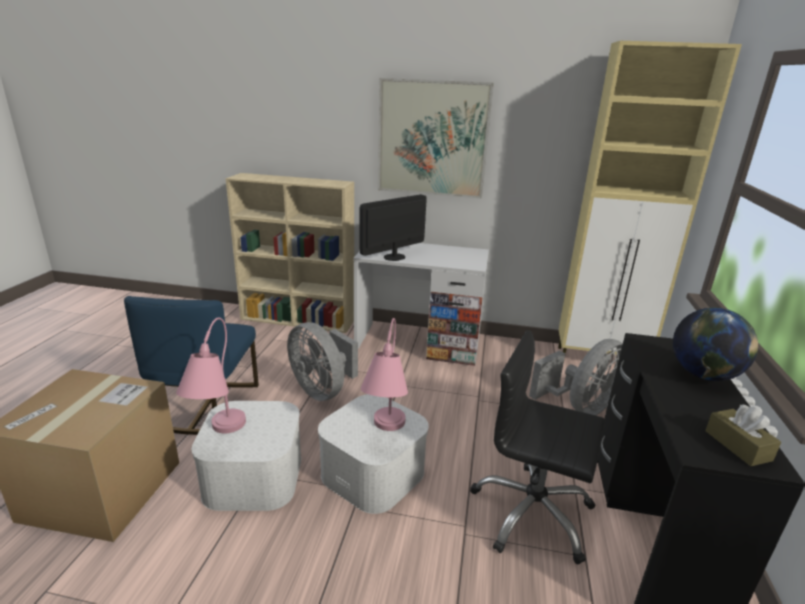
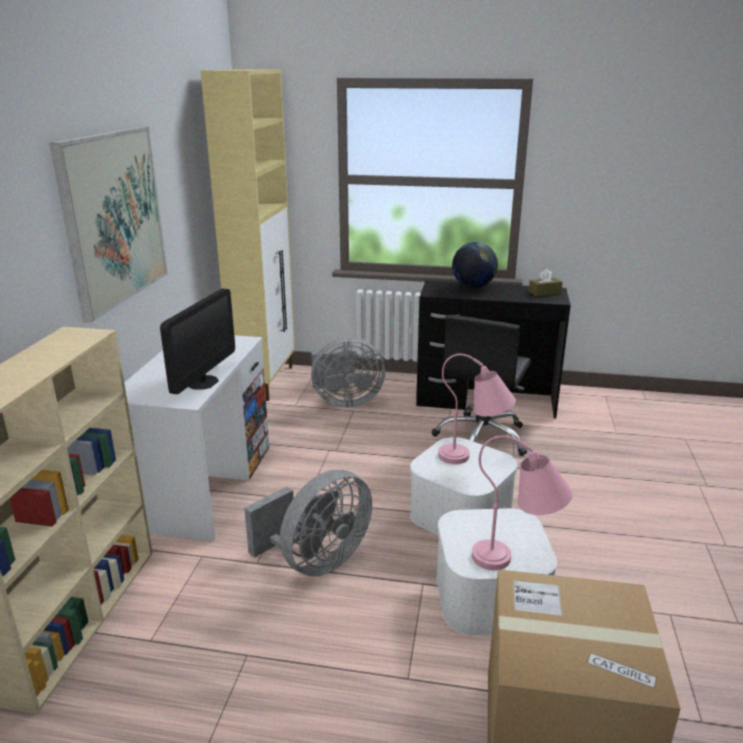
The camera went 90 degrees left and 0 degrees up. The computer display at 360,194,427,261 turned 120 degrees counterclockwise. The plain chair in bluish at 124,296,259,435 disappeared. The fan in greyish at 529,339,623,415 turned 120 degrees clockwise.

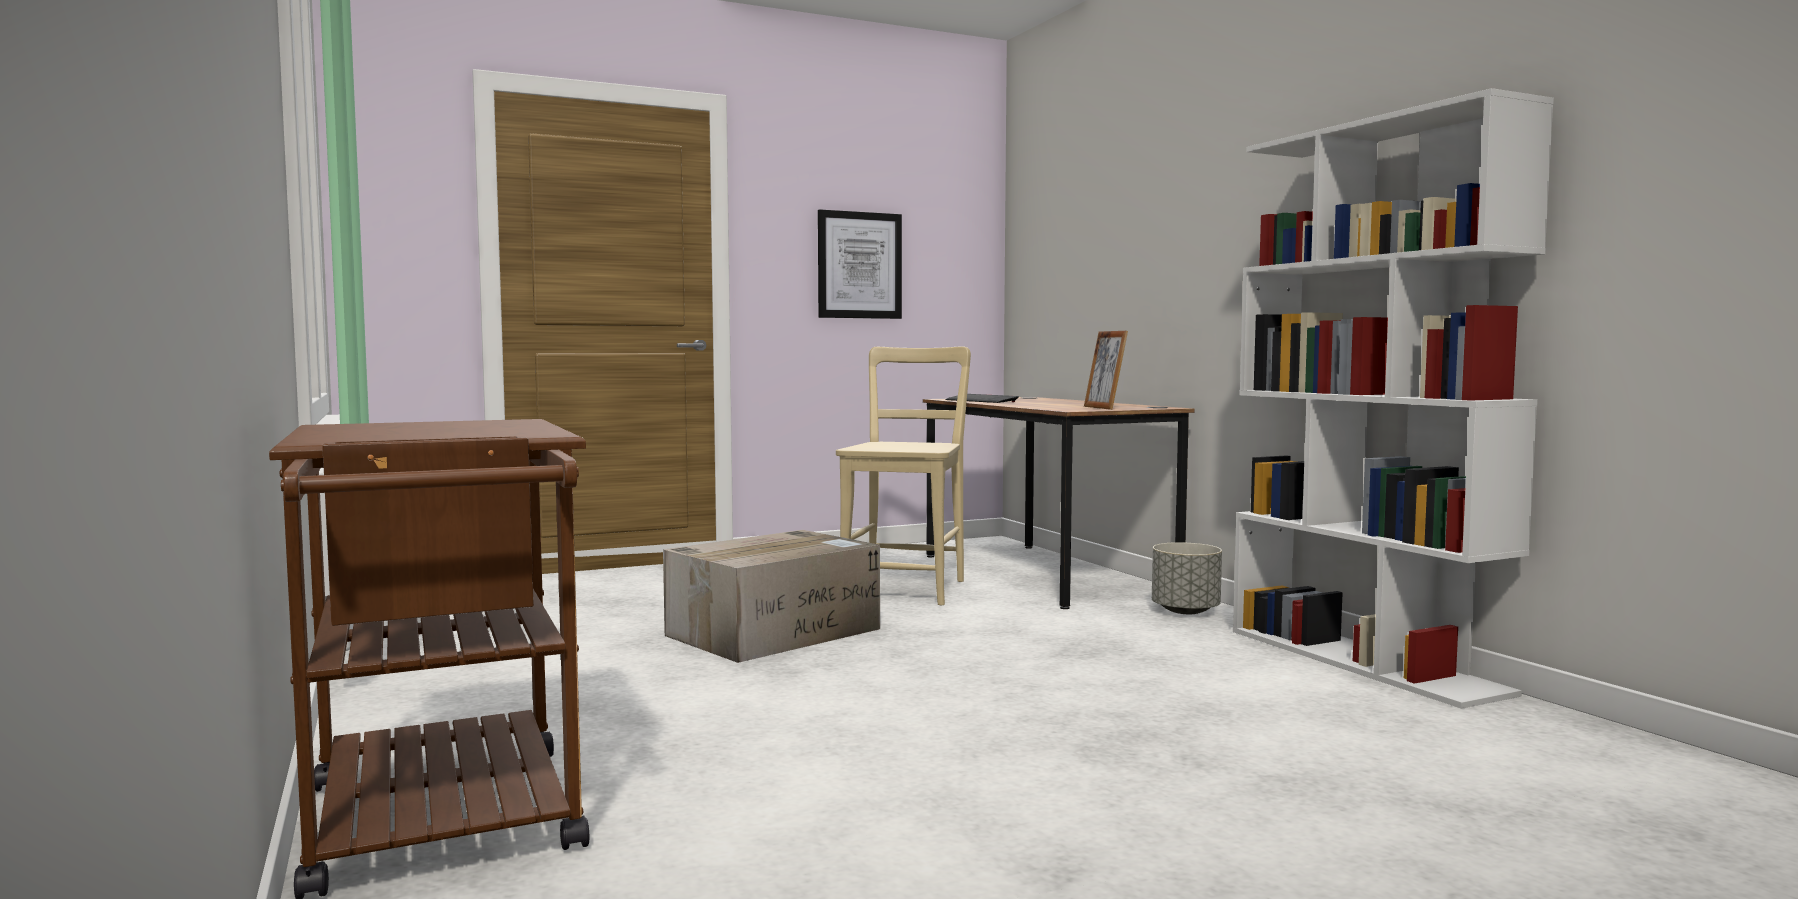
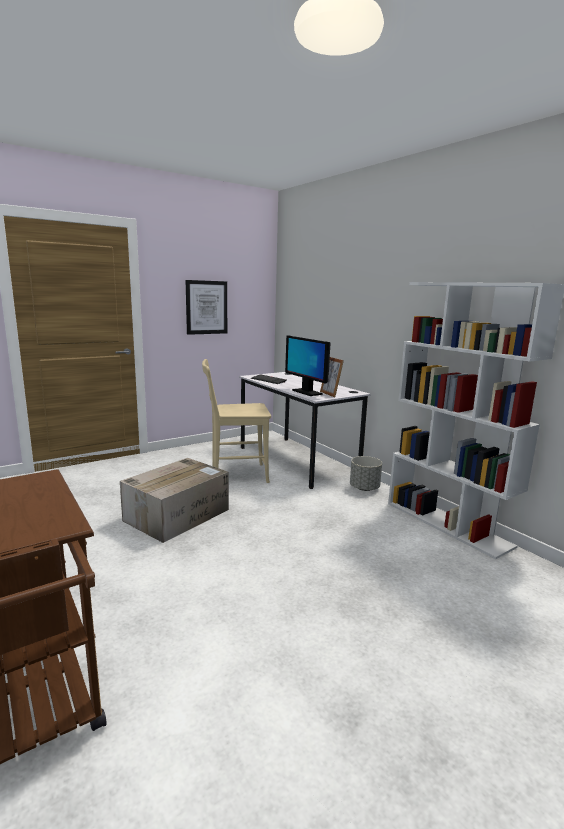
The camera went 10 degrees left and 10 degrees up. The plain chair in beige-coloured at 836,346,971,605 turned 105 degrees counterclockwise. The desk unit in brownish at 923,397,1194,609 became the desk unit in whitish at 239,372,371,489. The computer display at 285,336,331,396 appeared.

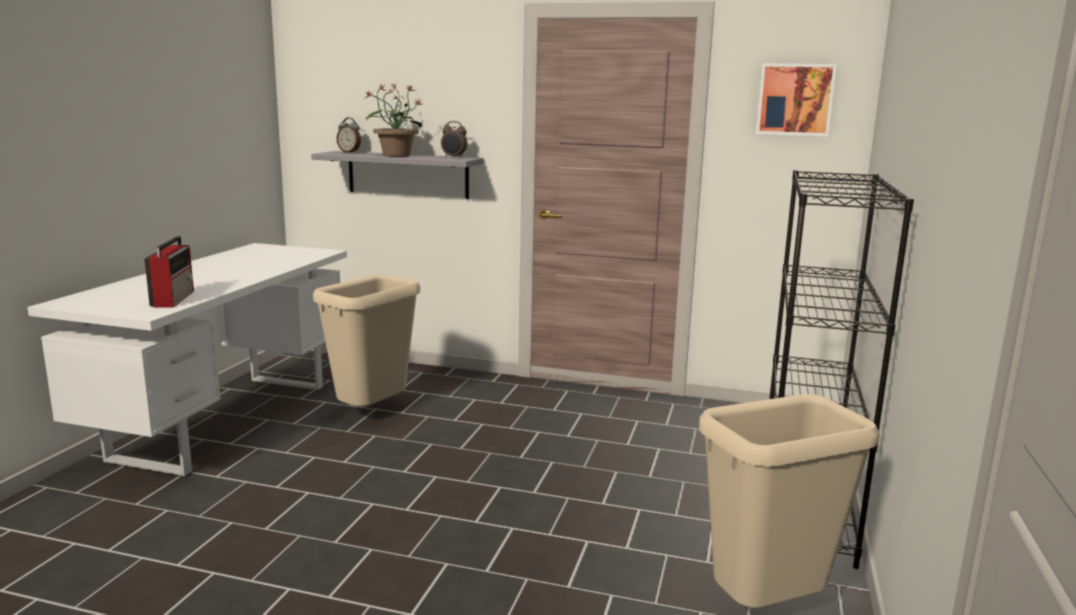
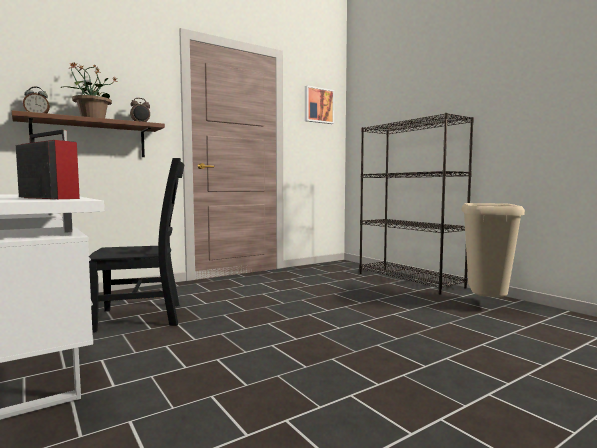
The camera went 50 degrees left and 10 degrees down. The bracket shelf in greyish at 311,151,483,199 became the bracket shelf in brownish at 12,110,165,157. The waste bin in beige-coloured at 313,274,420,407 was replaced by the plain chair in blackish at 89,158,184,333.

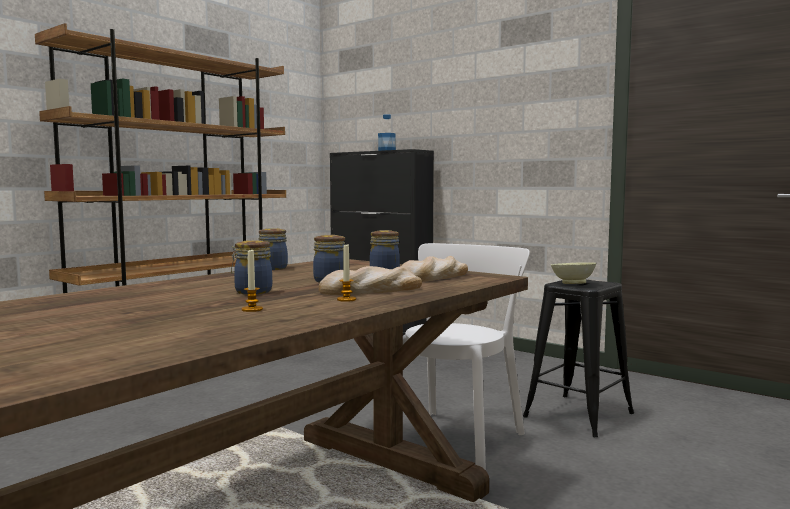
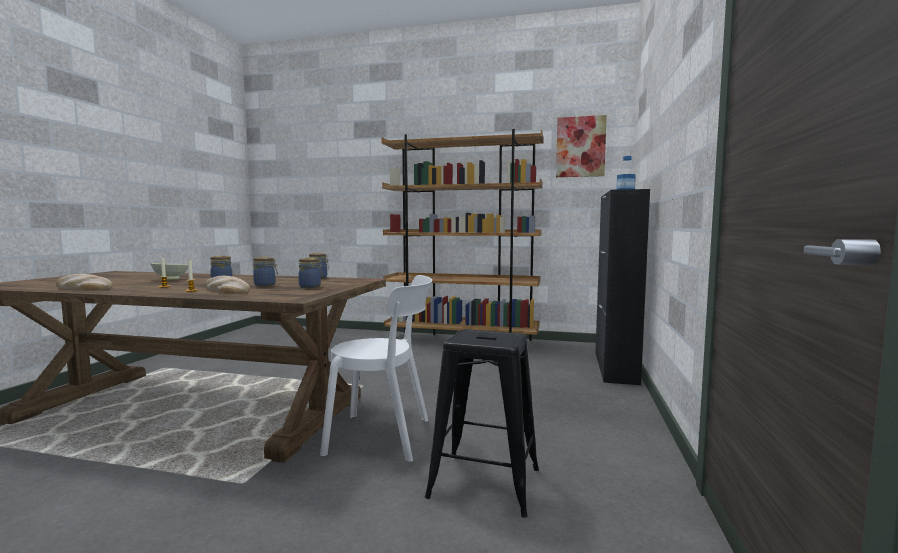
The camera went 65 degrees right and 0 degrees up. The baked bread moved from 401,256,468,282 to 56,274,113,290. The bowl in beige-coloured moved from 551,262,596,284 to 150,263,188,279. The wall art at 556,115,607,177 appeared.

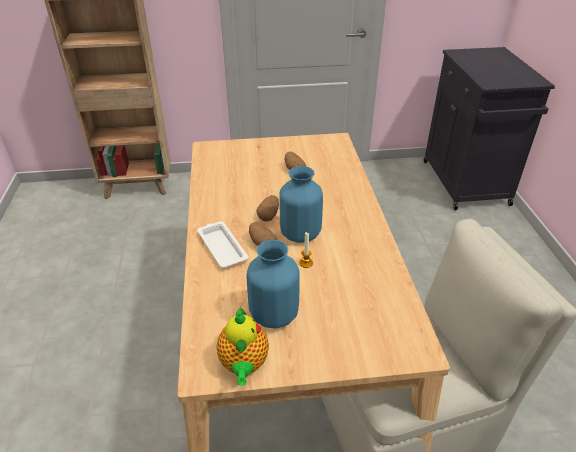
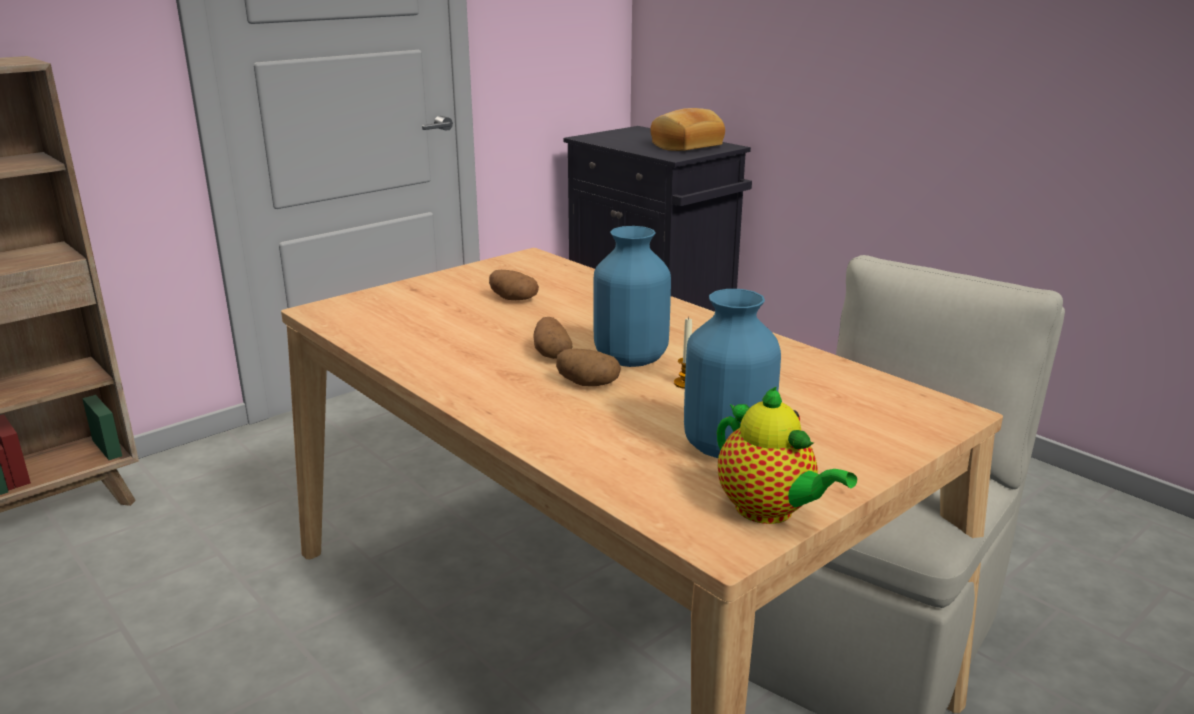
The camera went 35 degrees left and 15 degrees down. The tray in whitish at 197,221,249,268 disappeared. The baked bread at 650,108,725,151 appeared.

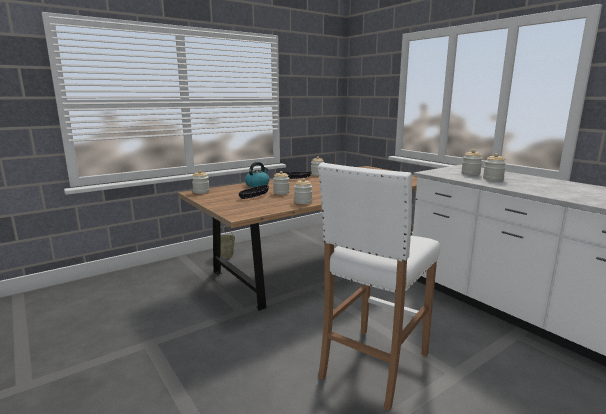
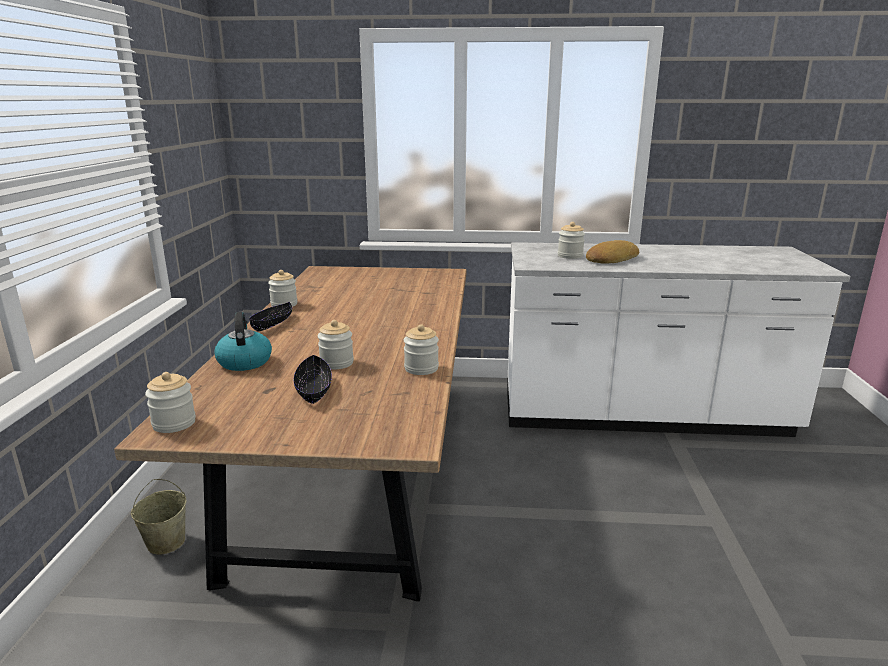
The camera went 50 degrees left and 5 degrees up. The preserve jar at 483,153,506,181 was replaced by the baked bread at 586,240,639,264. The stool in whitish at 318,163,440,411 disappeared.

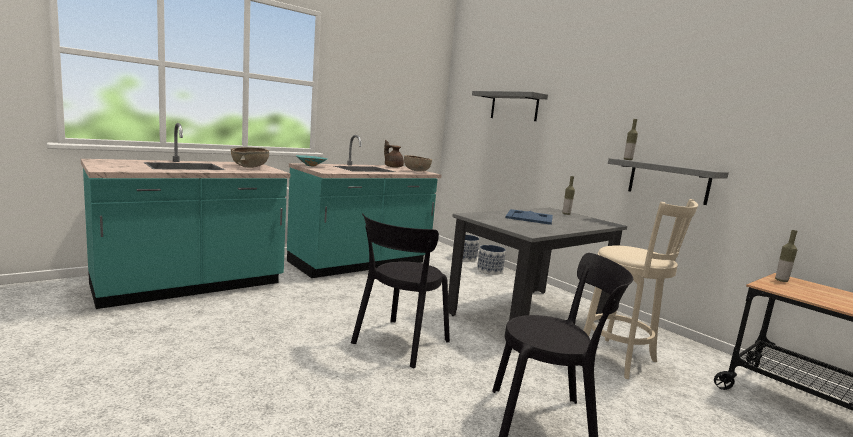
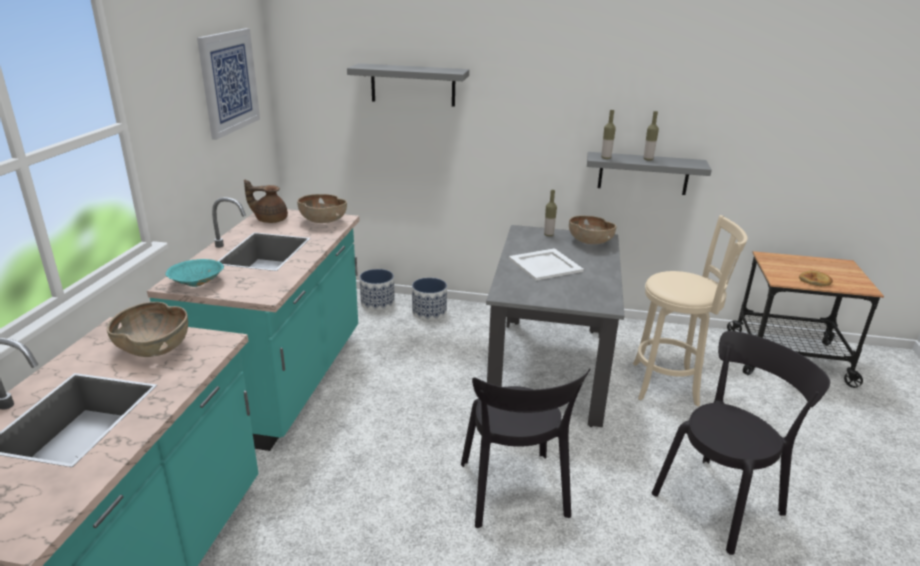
The camera went 40 degrees left and 15 degrees up. The tray in bluish at 505,209,553,225 became the tray in whitish at 509,248,584,281. The bottle moved from 775,230,797,282 to 644,111,659,161. The wall art at 197,28,260,140 appeared. The bowl in brownish at 569,215,617,244 appeared. The baked bread at 799,271,833,286 appeared.

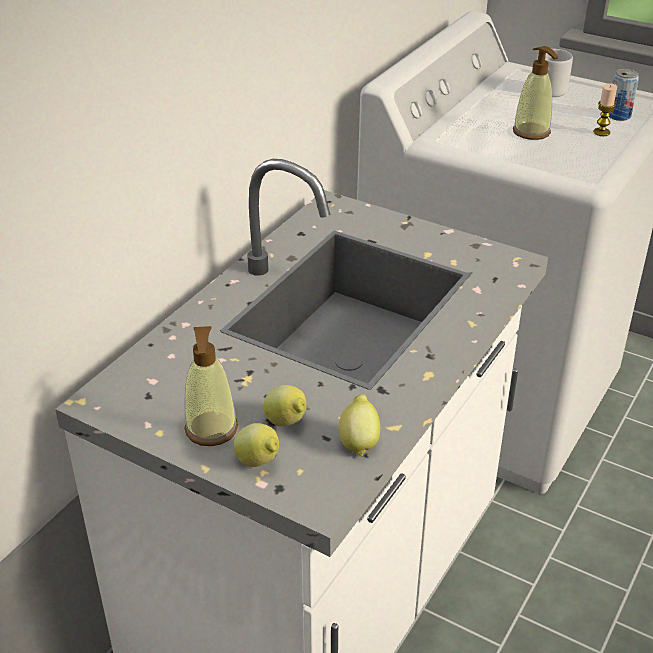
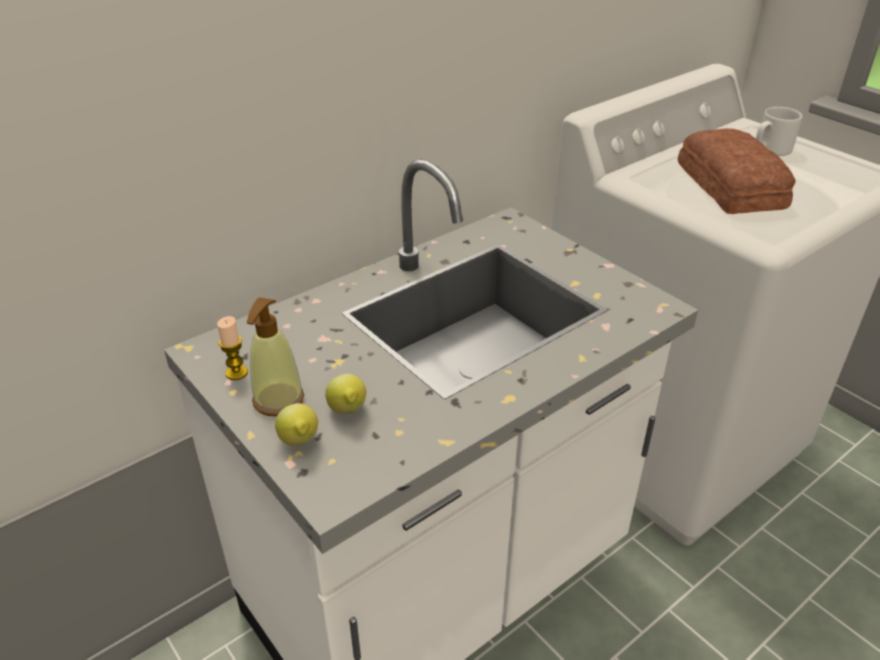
The camera went 20 degrees right and 0 degrees up. The soap dispenser at 513,46,558,140 was replaced by the baked bread at 678,128,795,214. The can at 609,69,639,121 disappeared. The wax candle moved from 593,83,617,136 to 217,316,248,380. The whole lemon at 339,394,380,456 disappeared.

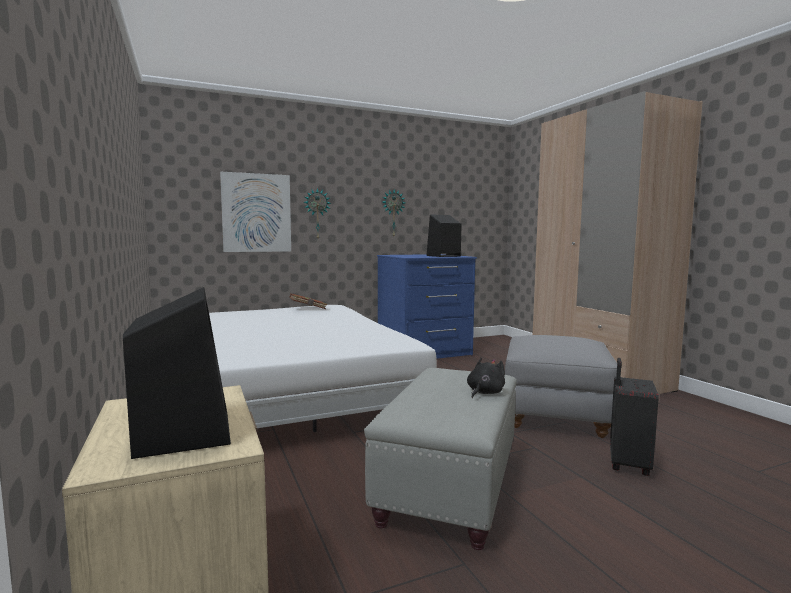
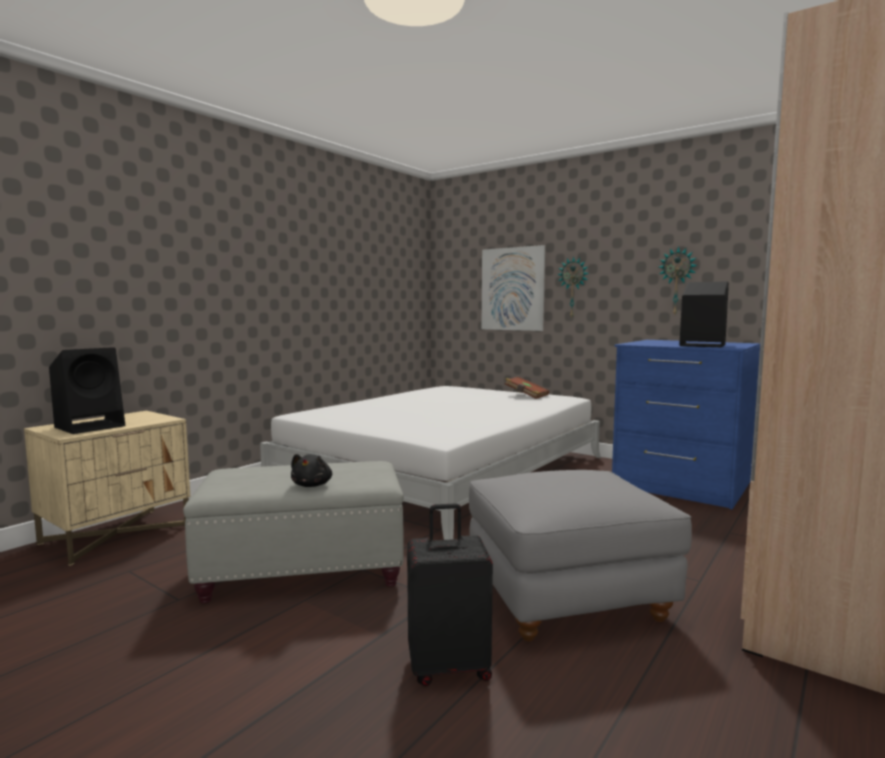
The camera went 60 degrees right and 0 degrees up. The cuddly toy in blackish at 467,358,505,398 turned 90 degrees clockwise.

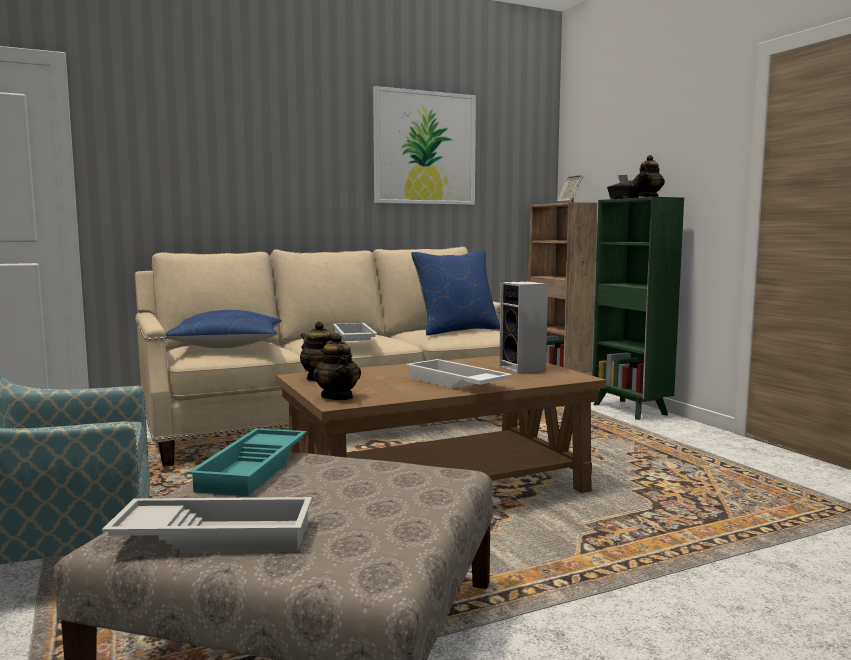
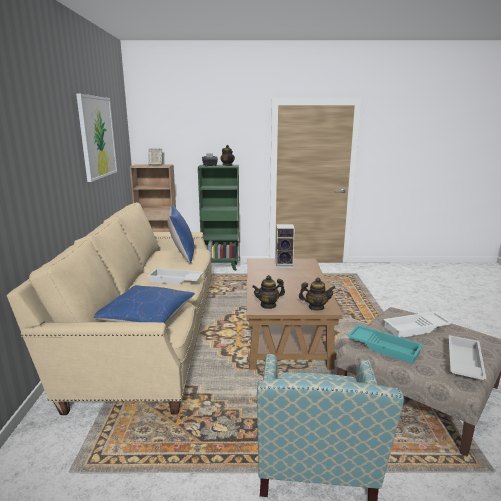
The camera went 65 degrees left and 10 degrees up. The tray in whitish moved from 406,359,512,389 to 383,312,452,338.

